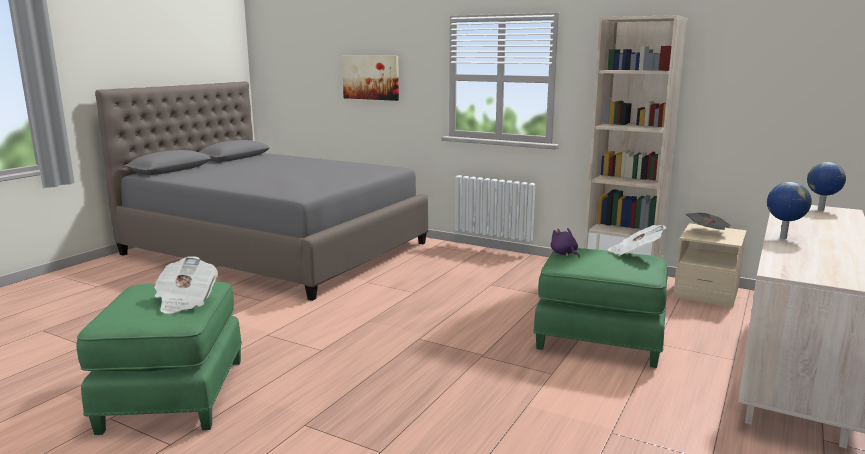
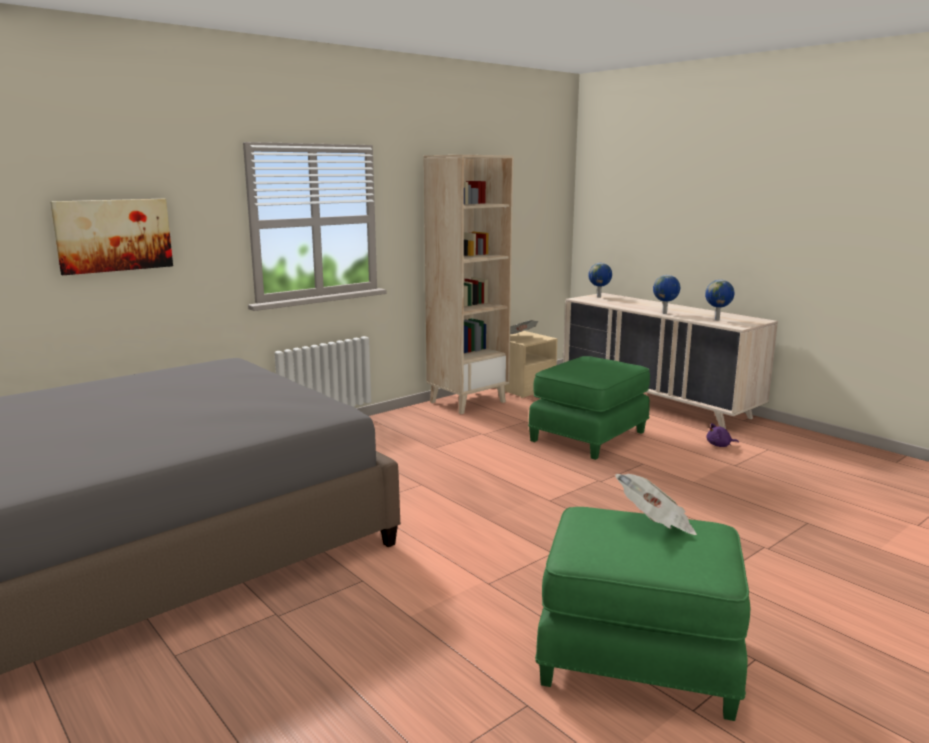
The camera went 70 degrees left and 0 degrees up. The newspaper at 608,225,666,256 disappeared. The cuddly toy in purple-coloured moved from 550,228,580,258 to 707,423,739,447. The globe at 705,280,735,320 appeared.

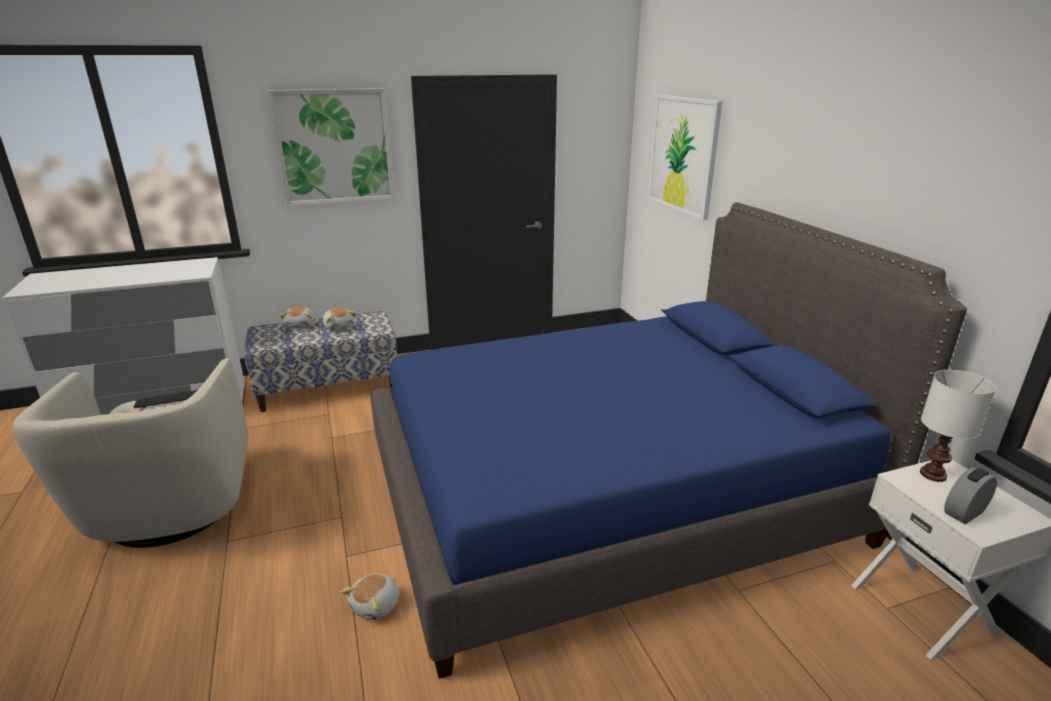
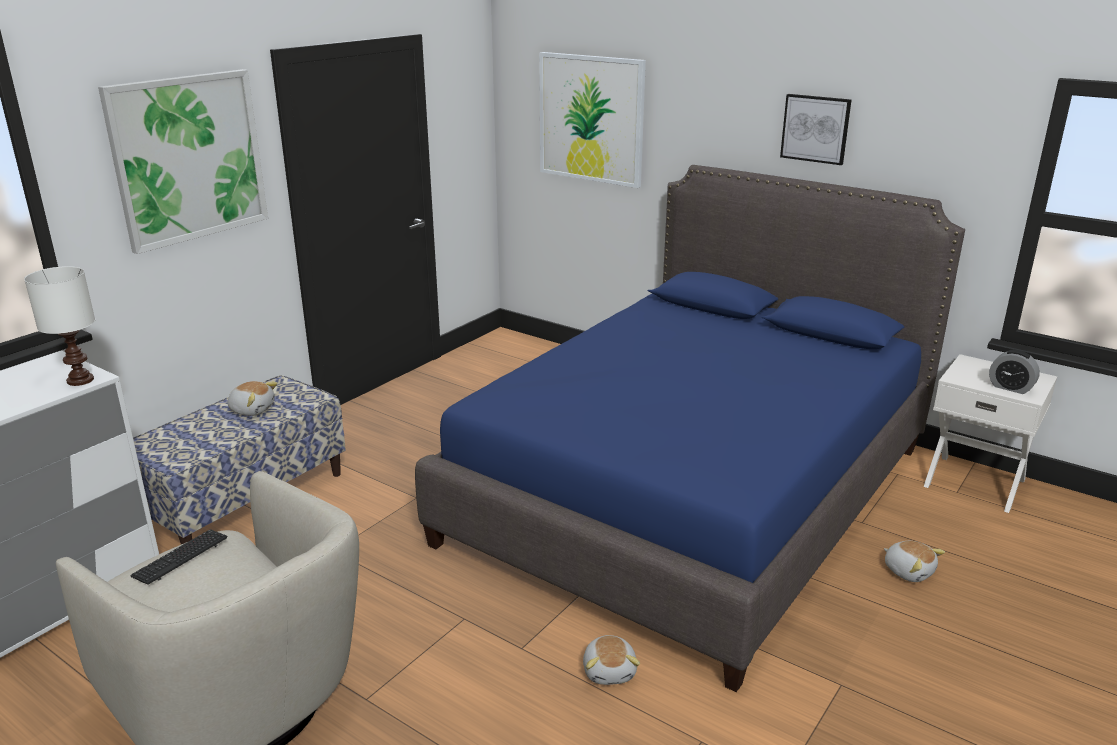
The camera went 35 degrees left and 0 degrees up. The cuddly toy moved from 280,306,315,329 to 884,541,945,582. The table lamp in whitish moved from 920,370,996,482 to 24,266,95,386. The table clock at 944,468,997,524 turned 75 degrees counterclockwise. The wall art at 780,94,851,165 appeared.

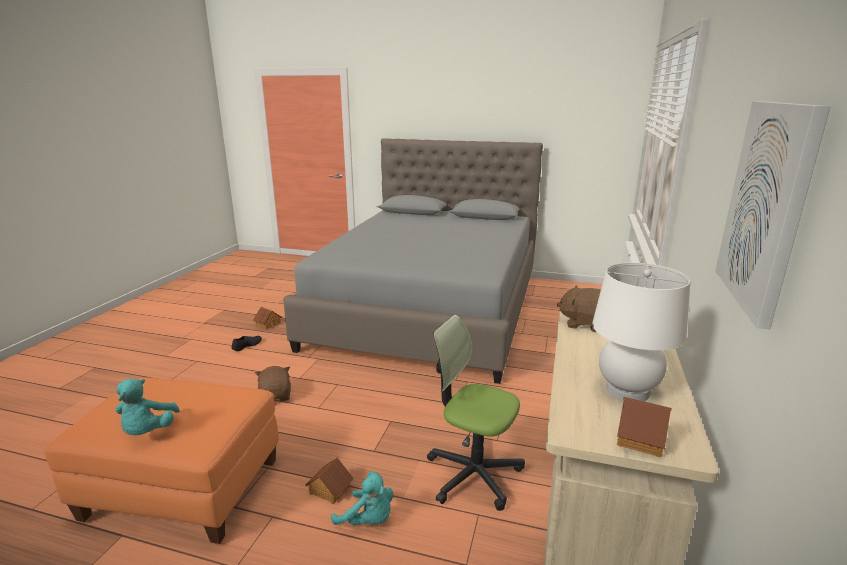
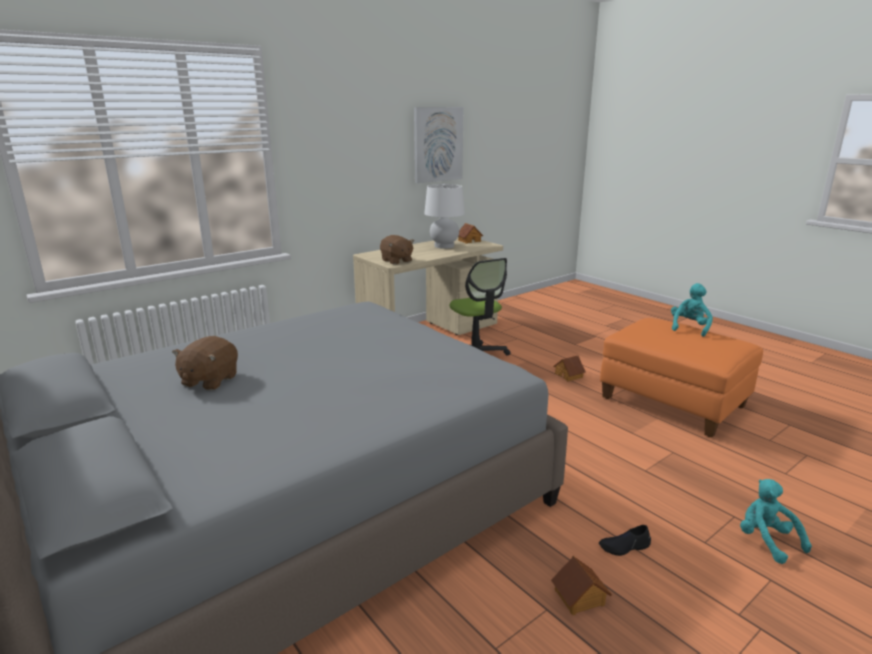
The camera went 145 degrees left and 0 degrees up. The cuddly toy in brownish moved from 255,366,291,401 to 172,336,238,391. The cuddly toy in turquoise-coloured moved from 331,472,393,525 to 740,479,812,564.

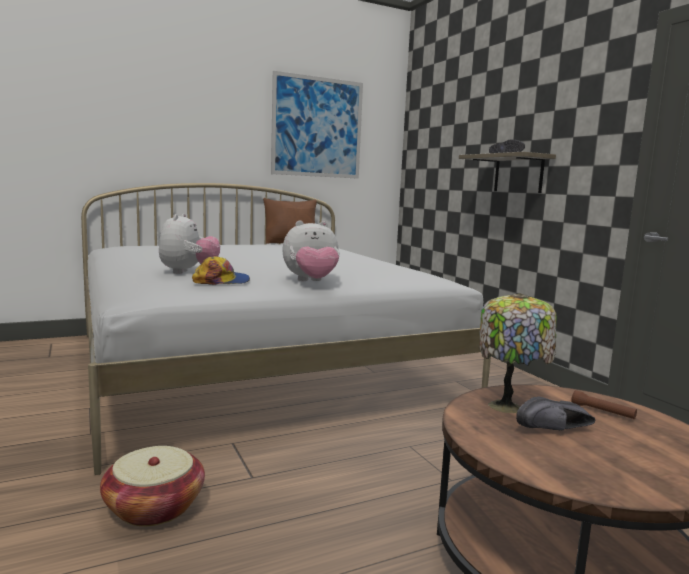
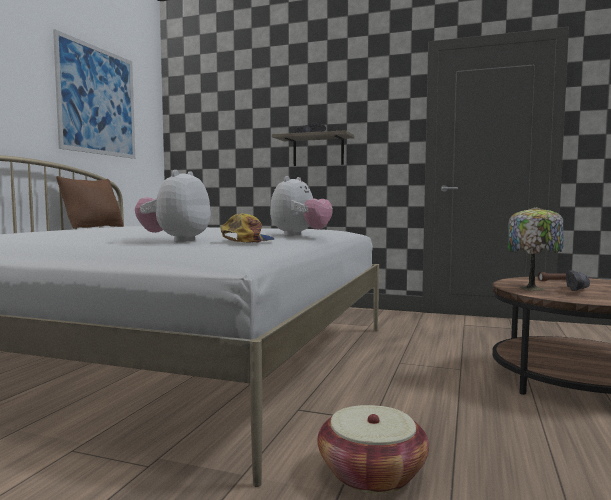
The camera went 45 degrees left and 5 degrees down. The cuddly toy at 159,213,220,274 turned 120 degrees counterclockwise.

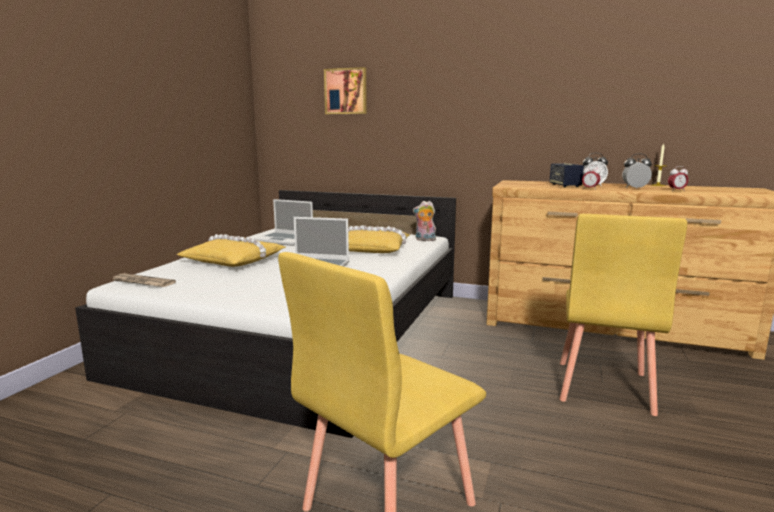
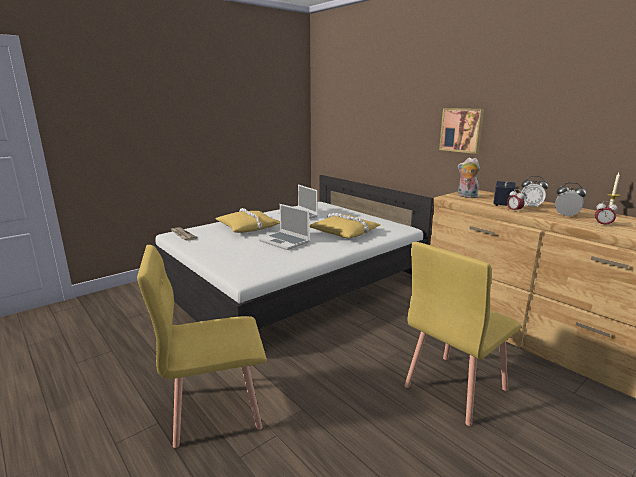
The camera went 30 degrees right and 5 degrees up. The wall art moved from 324,67,367,114 to 439,108,484,154. The cuddly toy moved from 413,201,437,241 to 458,158,480,198.

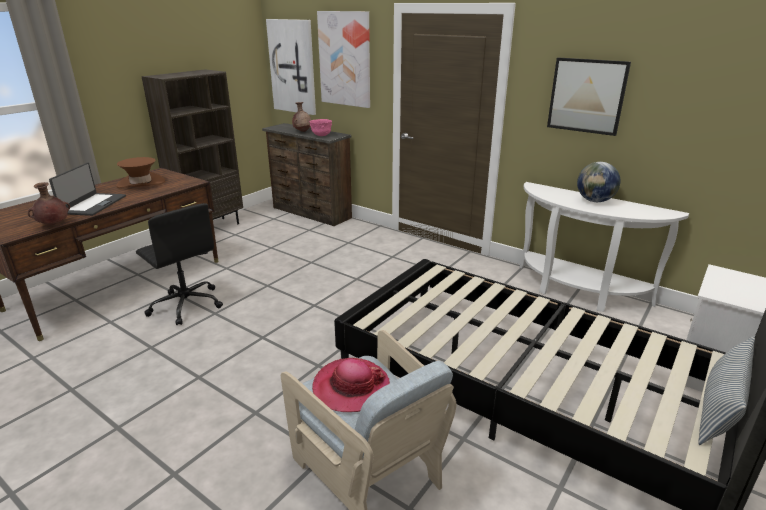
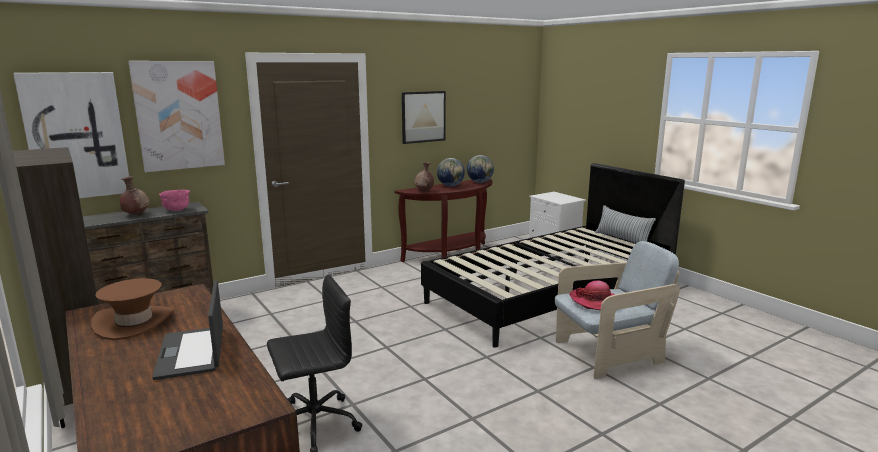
The camera went 70 degrees left and 10 degrees down. The notebook computer at 49,163,126,216 turned 135 degrees counterclockwise. The vase in brownish moved from 28,182,70,225 to 414,162,434,192. The narrow table in whitish at 519,182,689,312 became the narrow table in brownish at 394,179,493,262. The globe at 467,155,494,183 appeared.

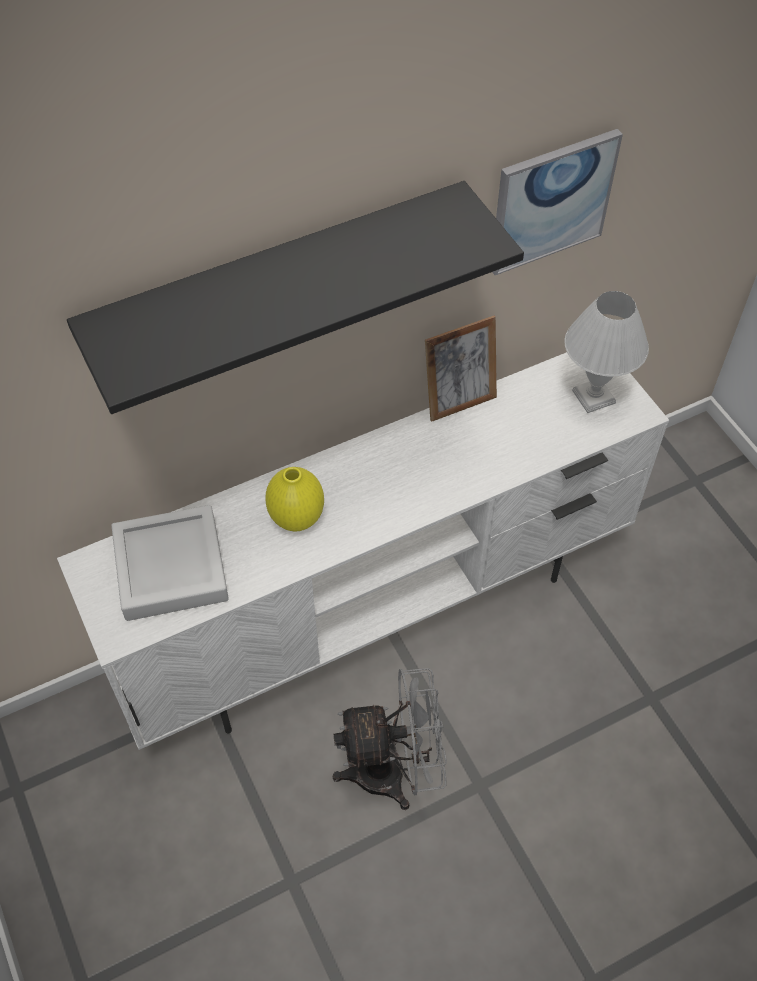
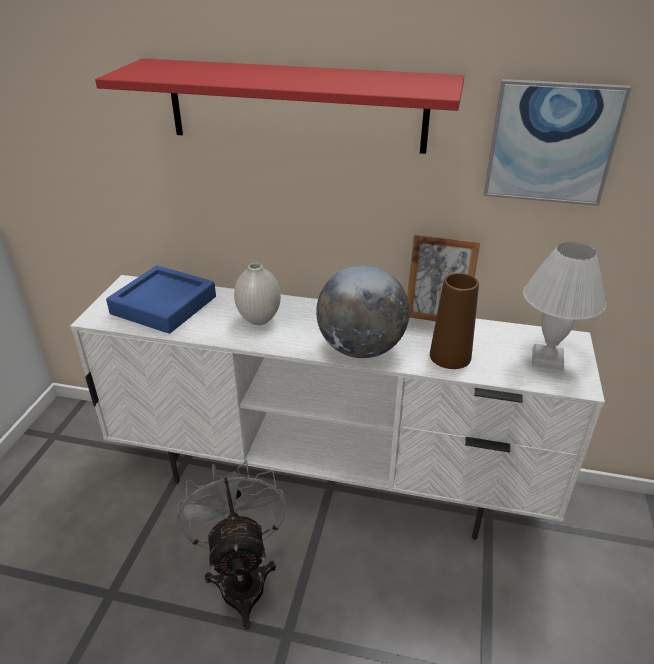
The camera went 40 degrees right and 20 degrees down. The bracket shelf in blackish at 67,181,524,414 became the bracket shelf in red at 95,58,464,154. The vase in yellowish at 265,467,324,531 became the vase in whitish at 234,263,281,325. The tray in greyish at 111,505,229,621 became the tray in bluish at 106,265,216,334. The fan in greyish at 333,668,447,810 turned 135 degrees counterclockwise. The globe at 316,265,410,358 appeared. The vase in brownish at 430,273,479,369 appeared.

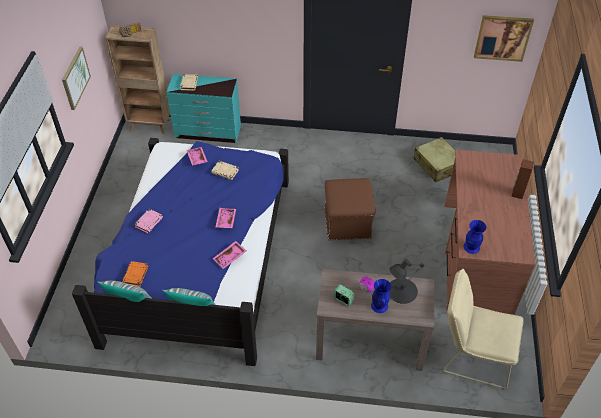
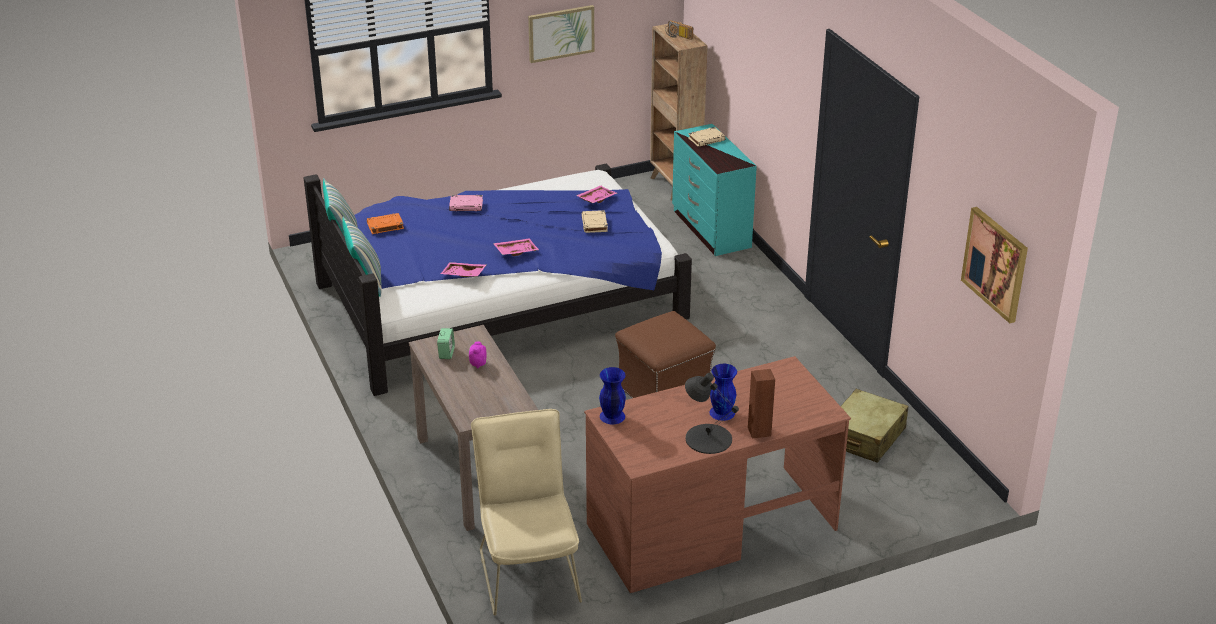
The camera went 60 degrees right and 15 degrees down. The table lamp in blackish moved from 389,259,424,304 to 685,373,739,454. The vase in bluish moved from 371,279,391,313 to 709,364,737,421.

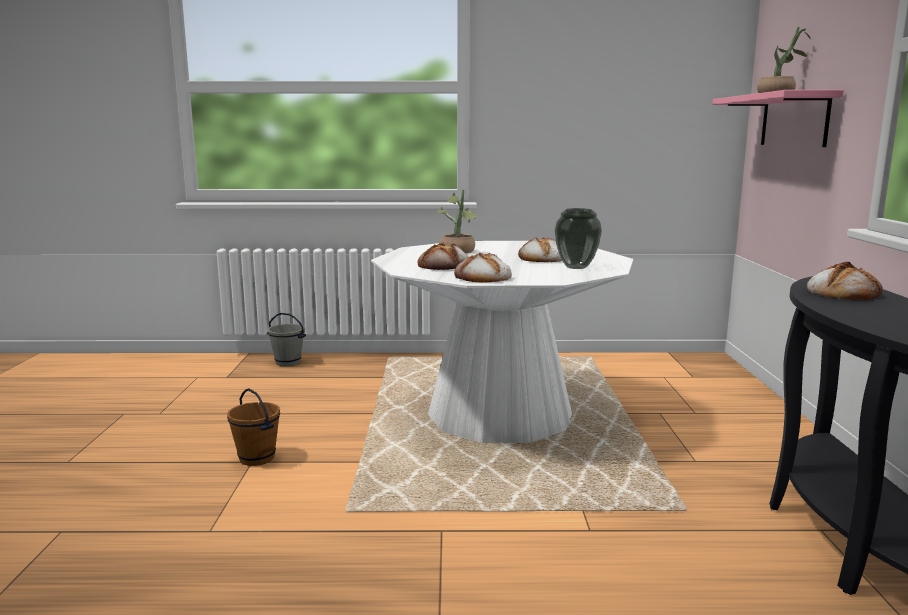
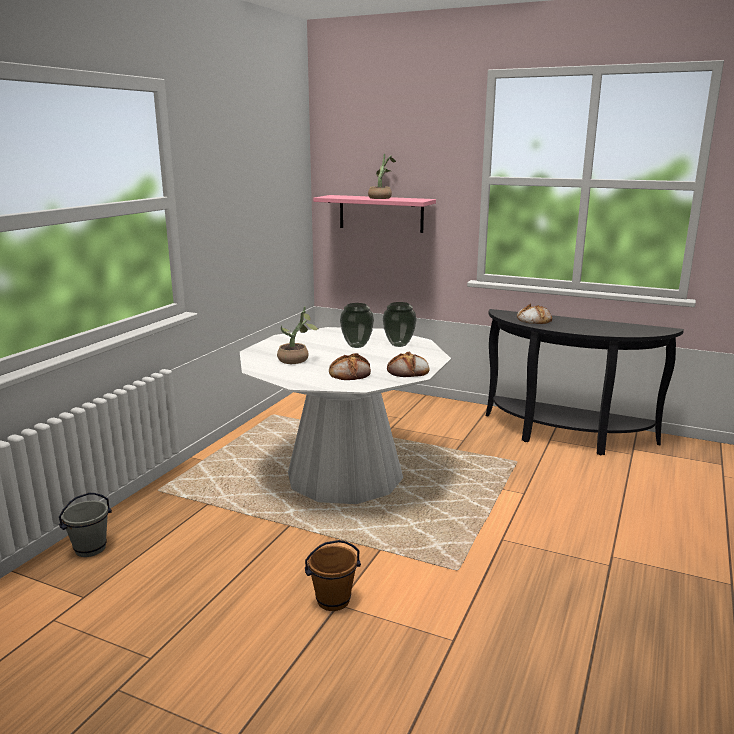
The camera went 65 degrees left and 5 degrees up. The baked bread at 518,237,562,262 was replaced by the vase at 340,303,374,348.

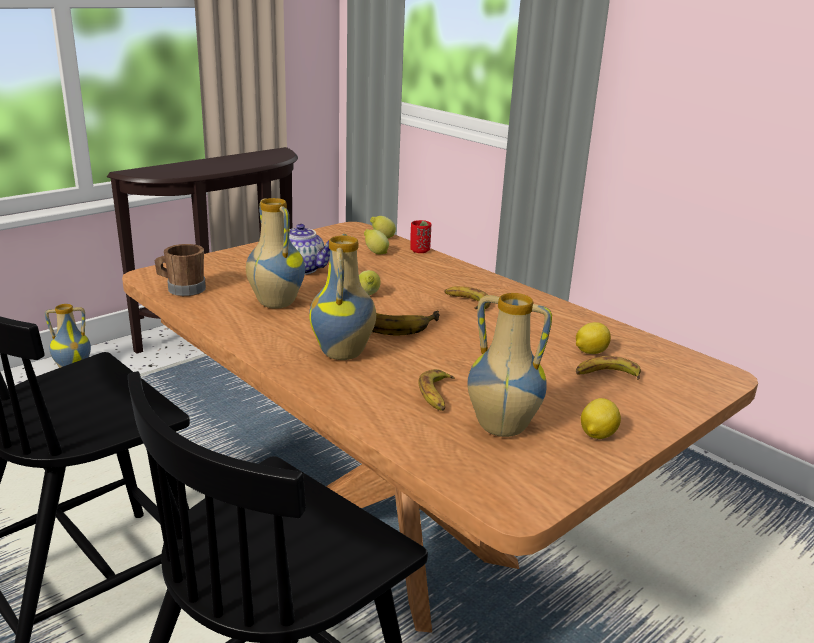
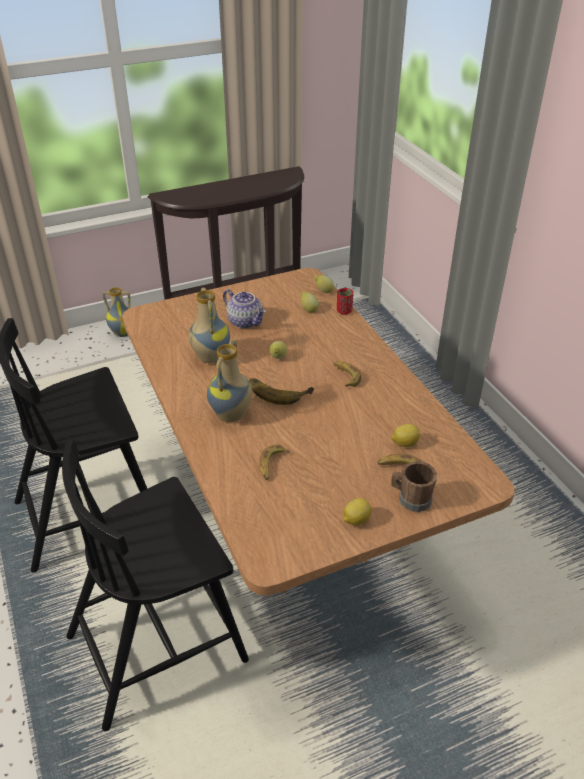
The camera went 20 degrees right and 15 degrees up. The tea mug in brownish moved from 154,244,206,296 to 391,461,437,512. The vase at 467,293,552,437 disappeared.

